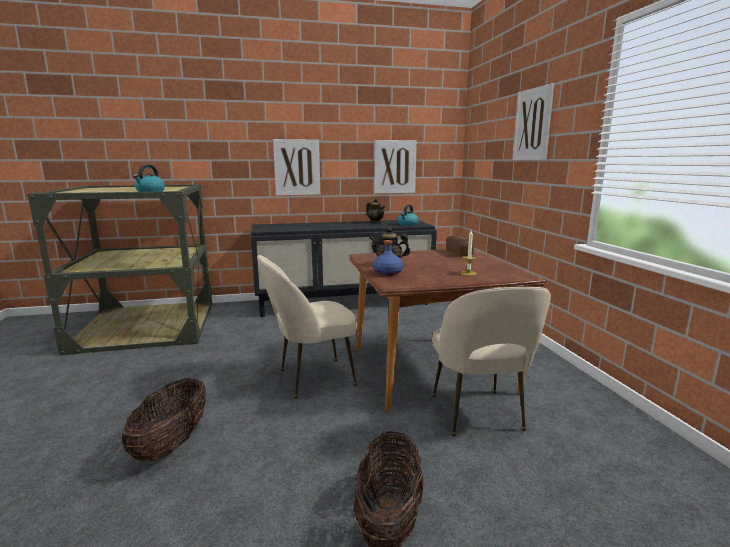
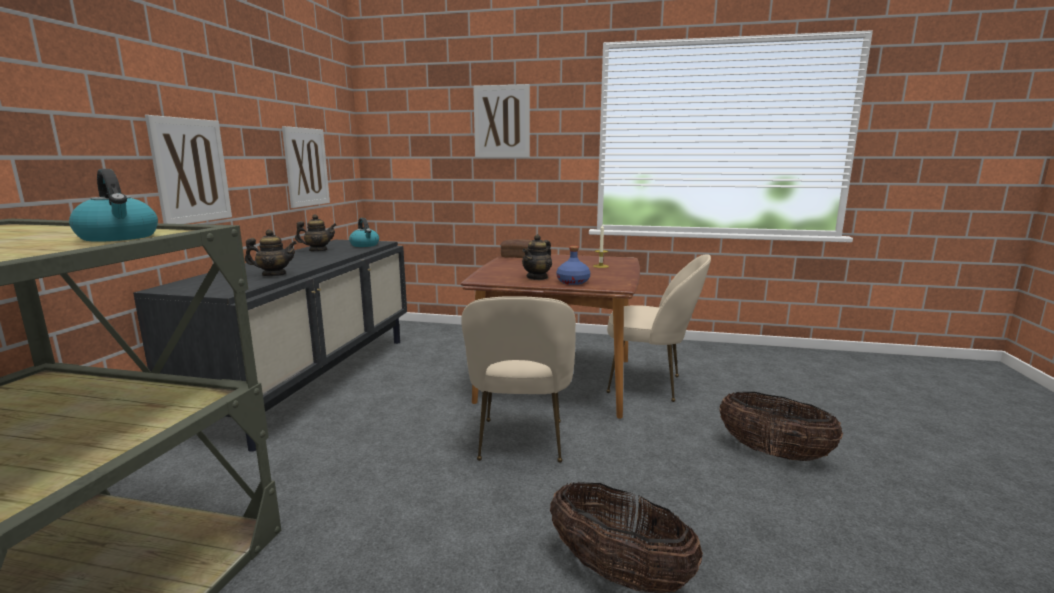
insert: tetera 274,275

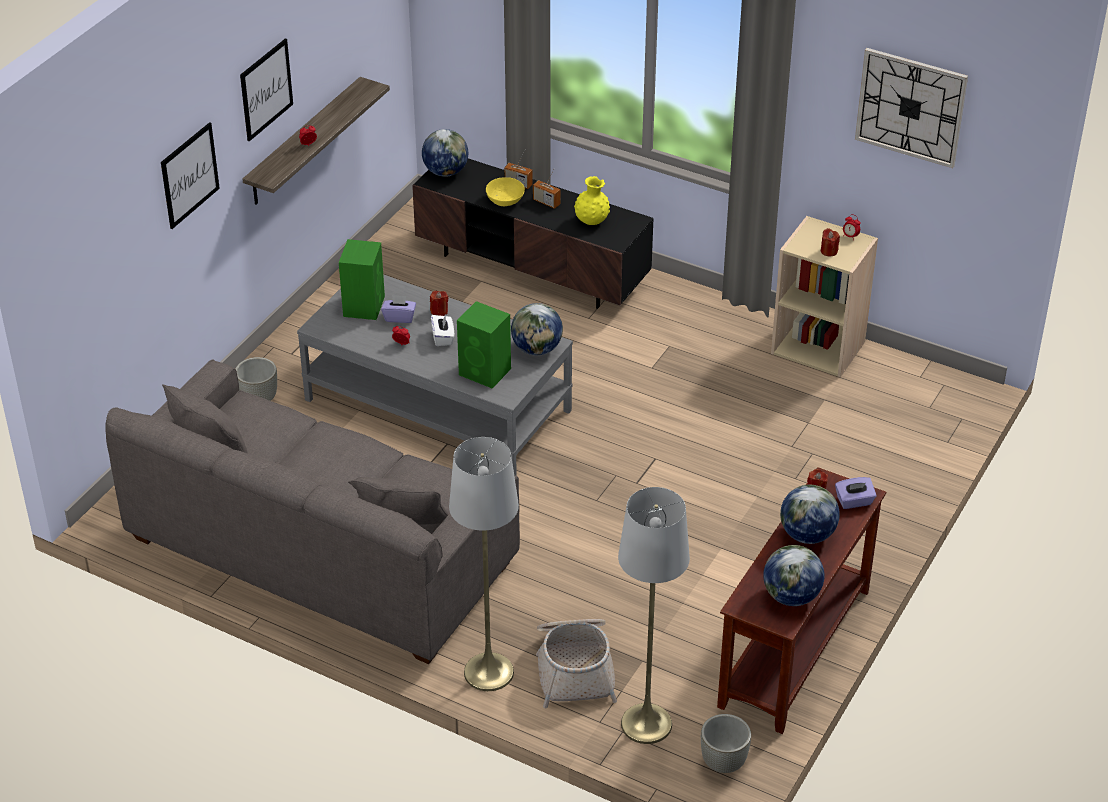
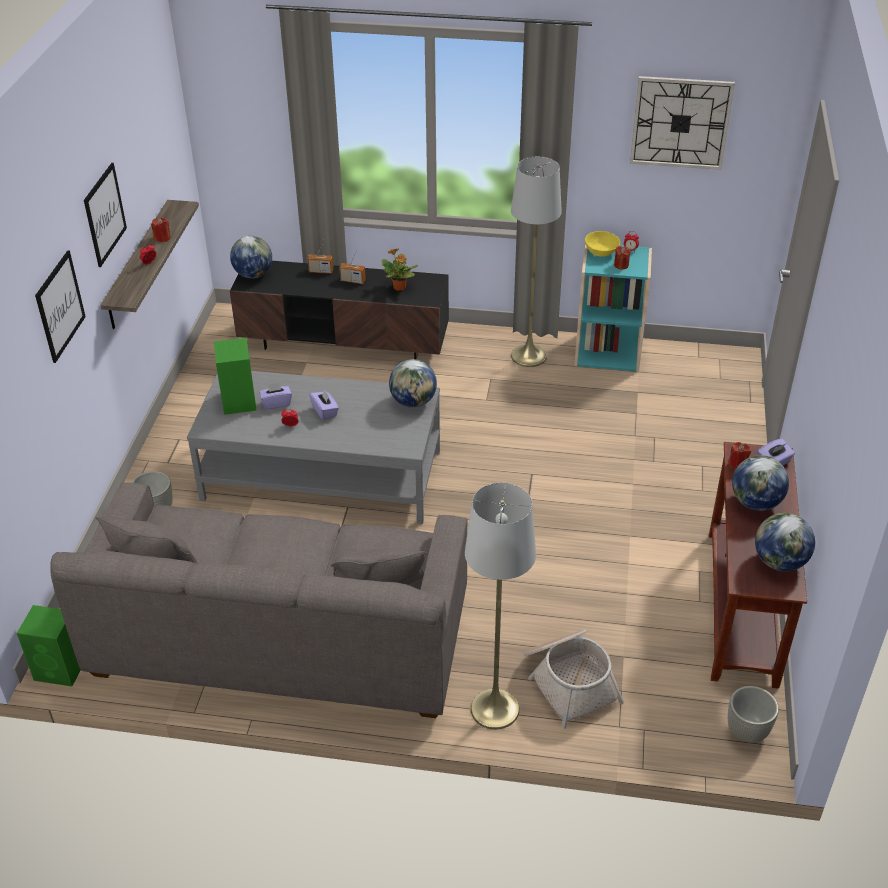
move: vela [rojo] 439,311 to 162,238; altavoz [verde] 486,372 to 61,669; cuenco [amarillo] 505,201 to 601,252; lámpara de pie [gris] 646,724 to 528,356
replace: florero [amarillo] 592,221 to planta en maceta 399,287
recolor: caja de pañuelos [blanco] 443,337 to caja de pañuelos [morado] 325,411; estantería [beis] 819,347 to estantería [turquesa] 608,352

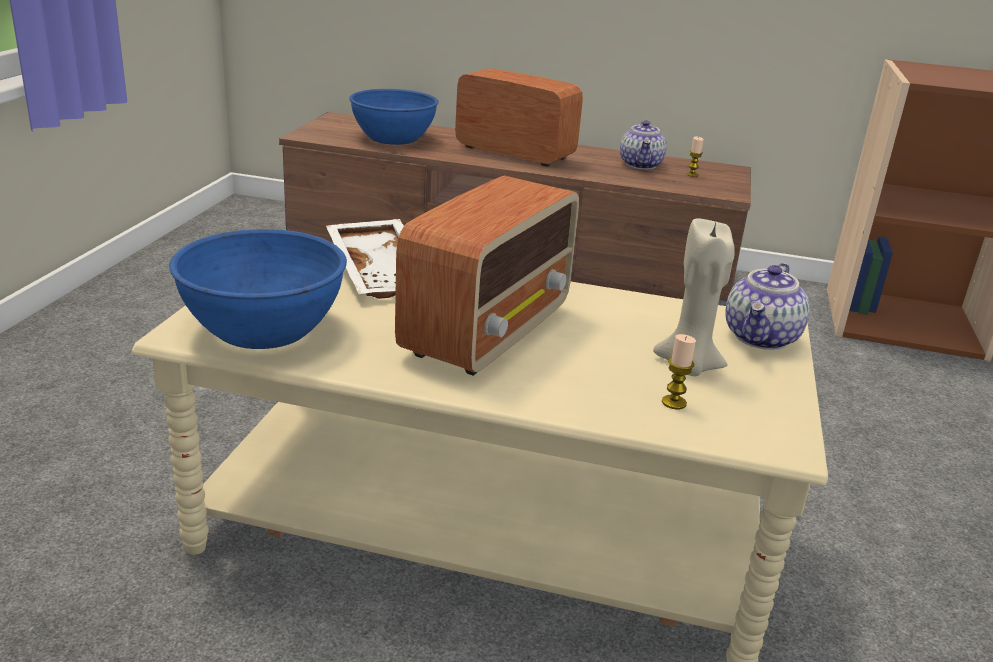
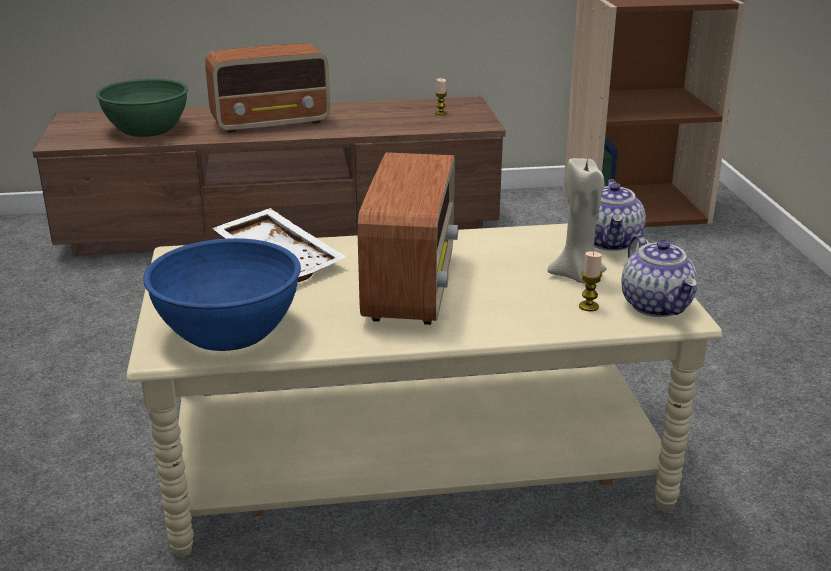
move: tetera 641,165 to 657,306
recolor: cuenco [azul] 393,138 to cuenco [verde] 147,129
rotate: radio 513,153 = 272,122 150 degrees clockwise

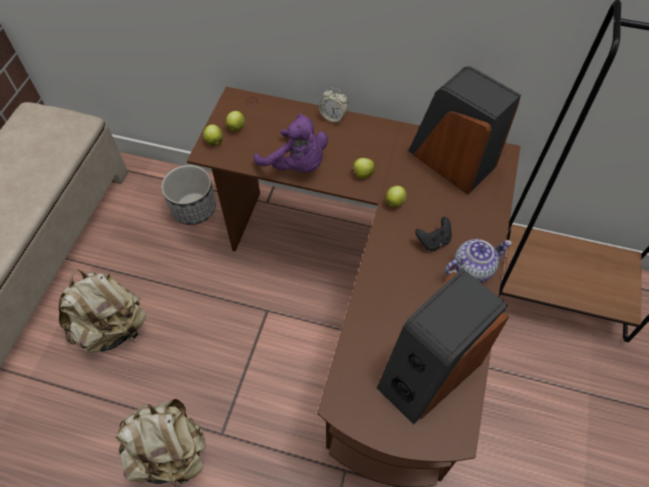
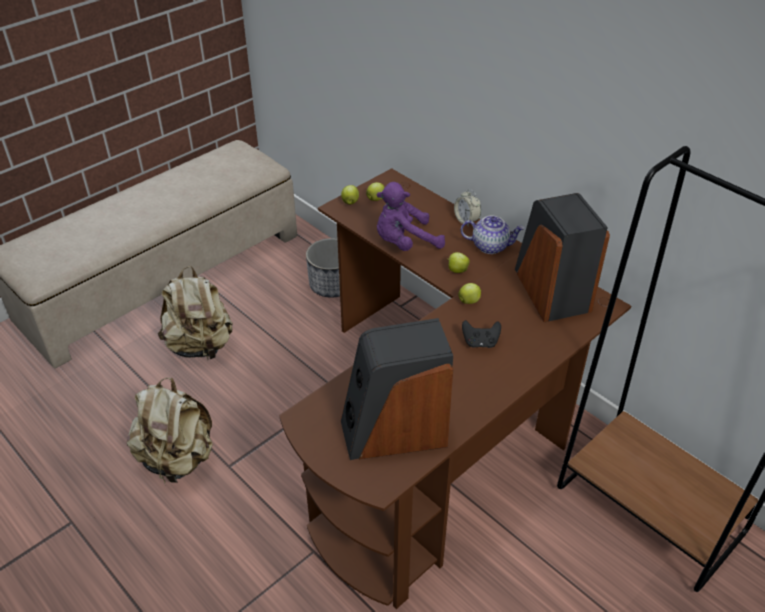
move: tetera 473,268 to 490,246
rotate: peluche [morado] 296,165 = 404,243 90 degrees clockwise

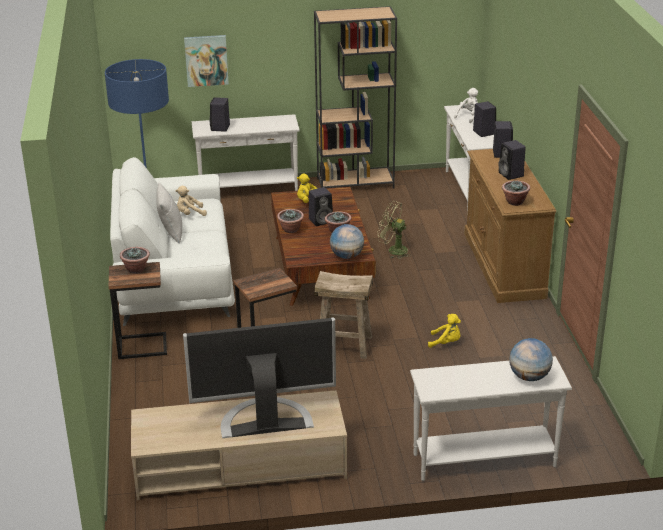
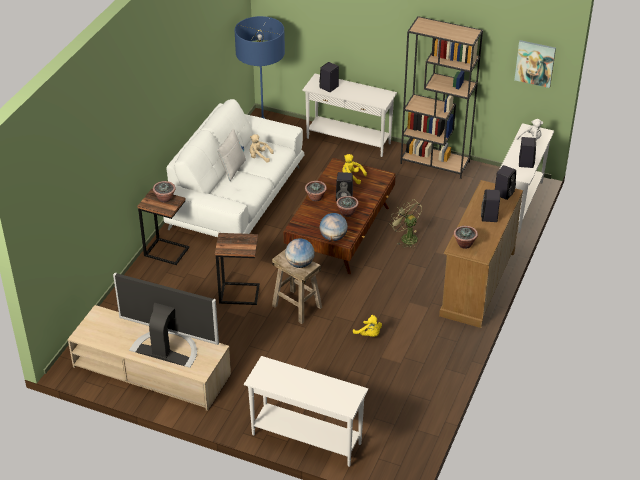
move: cuadro 206,60 to 535,63; globo terráqueo 529,377 to 300,264

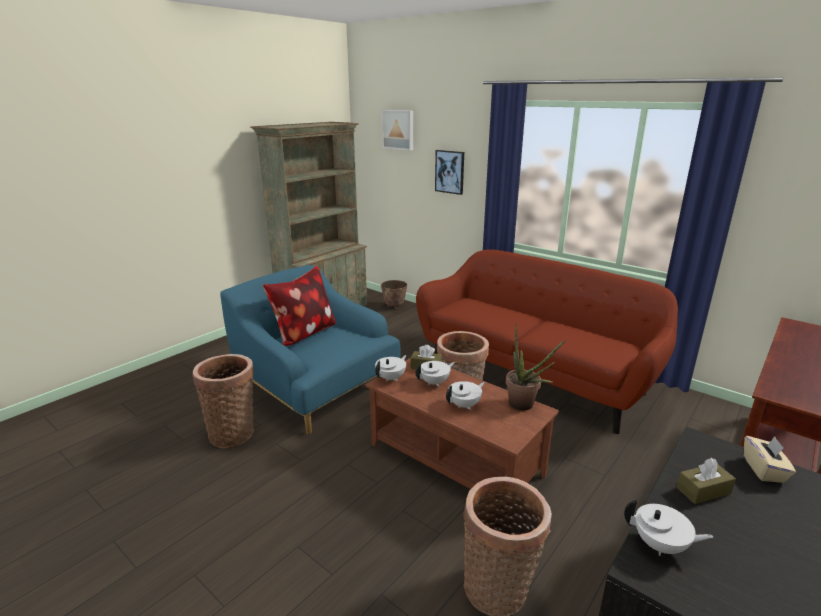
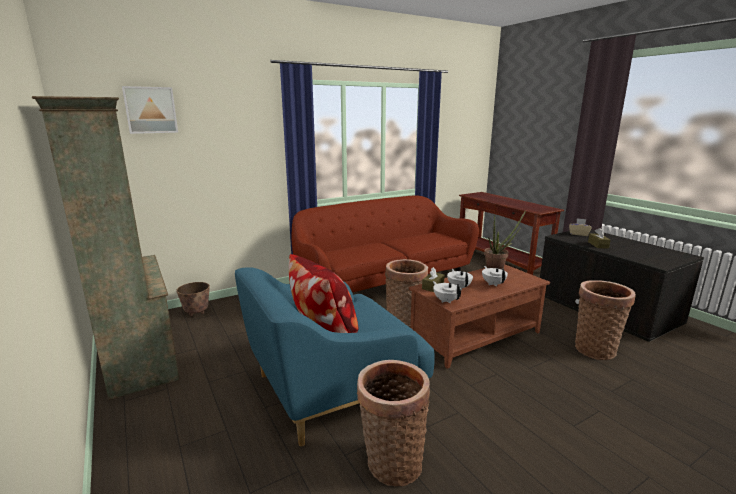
delete: cuadro 450,172; tetera [blanco] 660,545

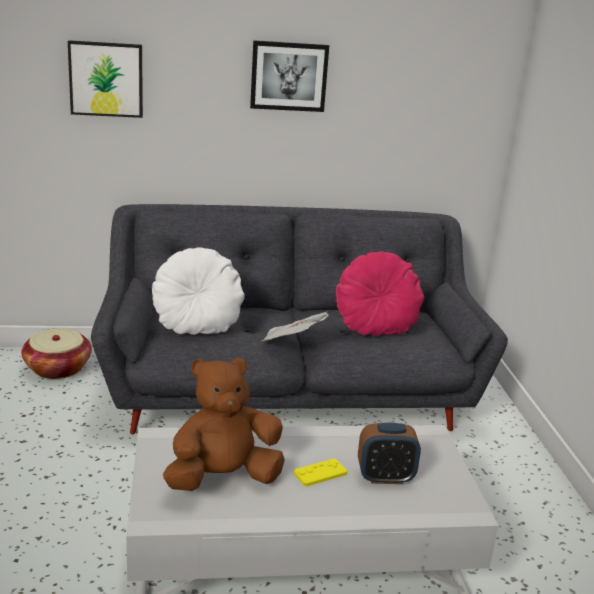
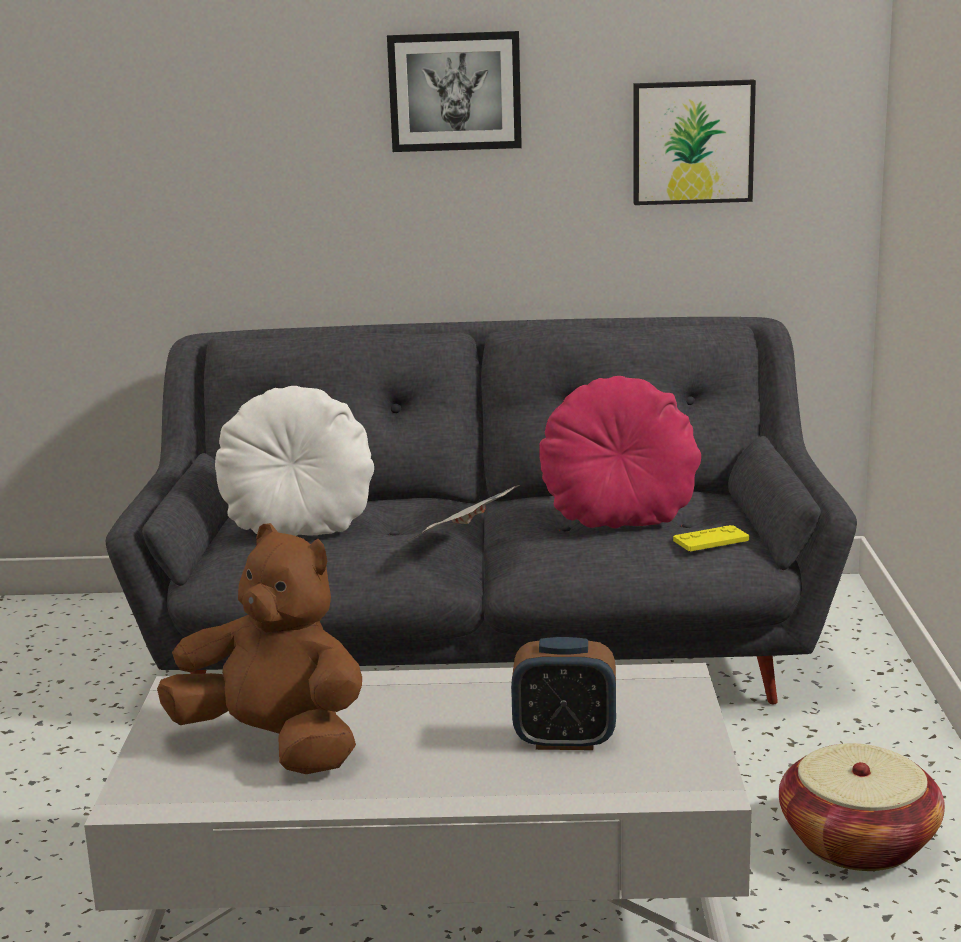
move: cesta 58,368 to 858,842; cuadro 106,79 to 692,142; mando de consola [amarillo] 320,473 to 711,540
rotate: peluche [marrón] 223,478 = 276,745 45 degrees clockwise

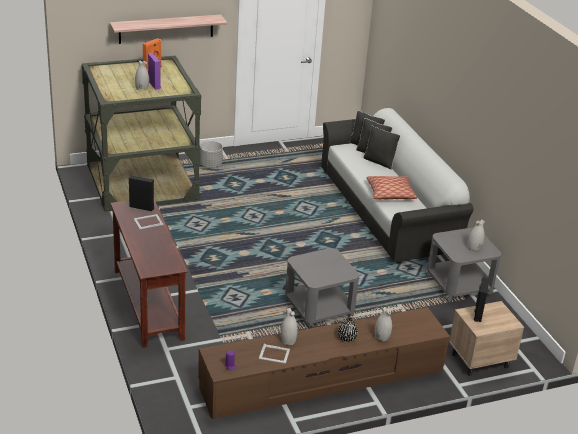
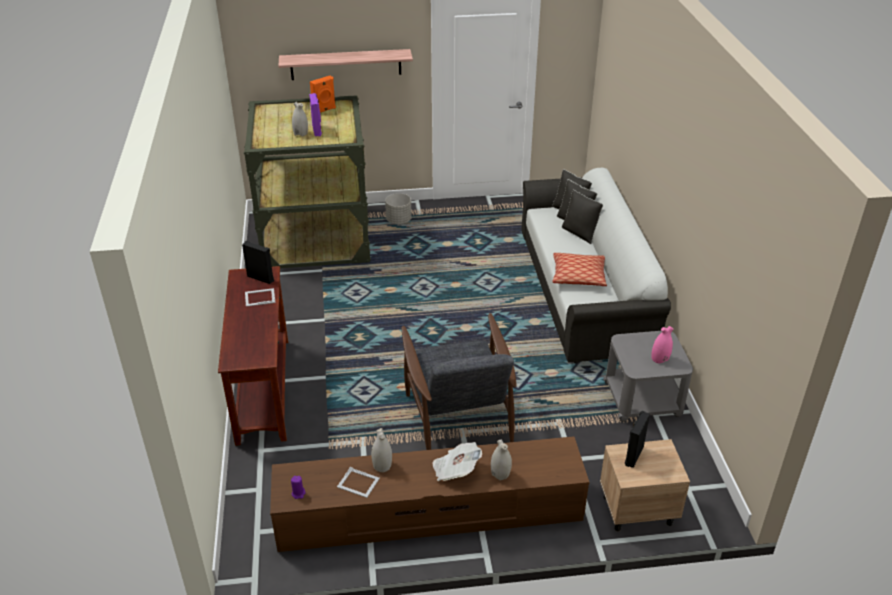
replace: mesa auxiliar [gris] 319,308 to sillón [gris] 458,414; florero [negro] 347,338 to periódico 455,470
recolor: florero [blanco] 474,247 to florero [rosa] 660,358

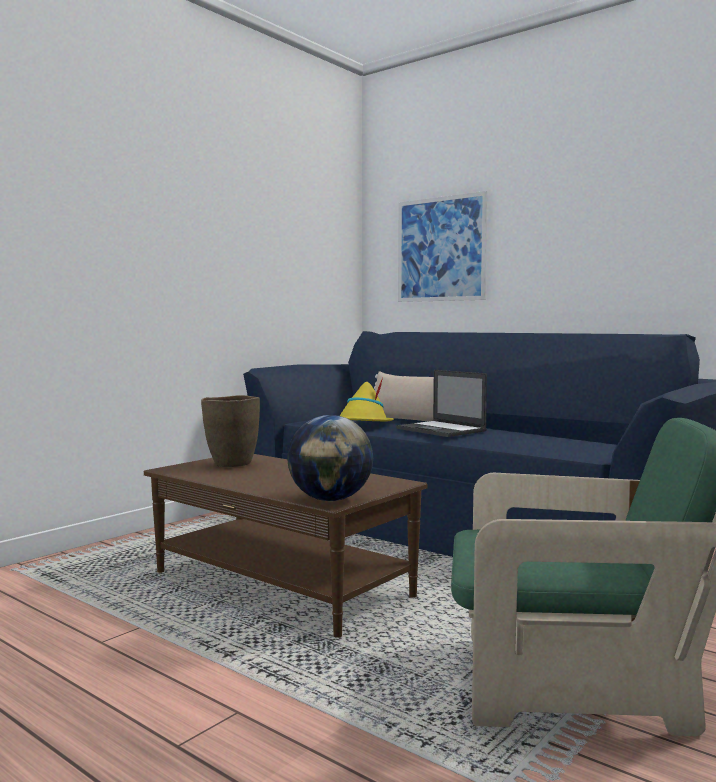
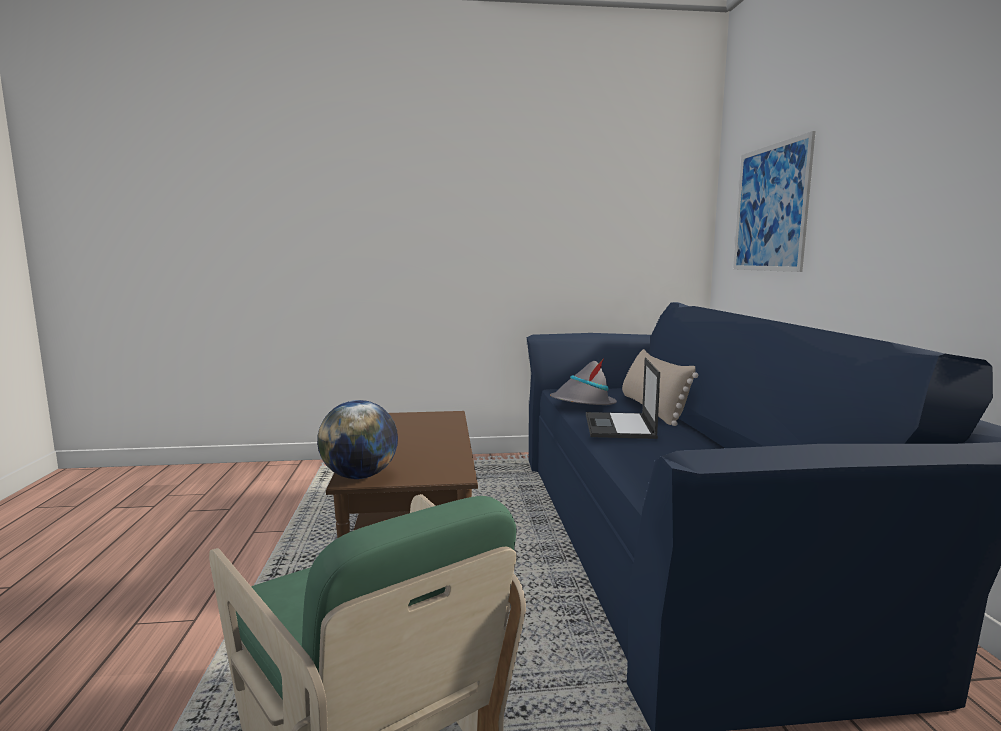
delete: florero [marrón] 231,464
recolor: sombrero [amarillo] 363,424 to sombrero [gris] 583,404

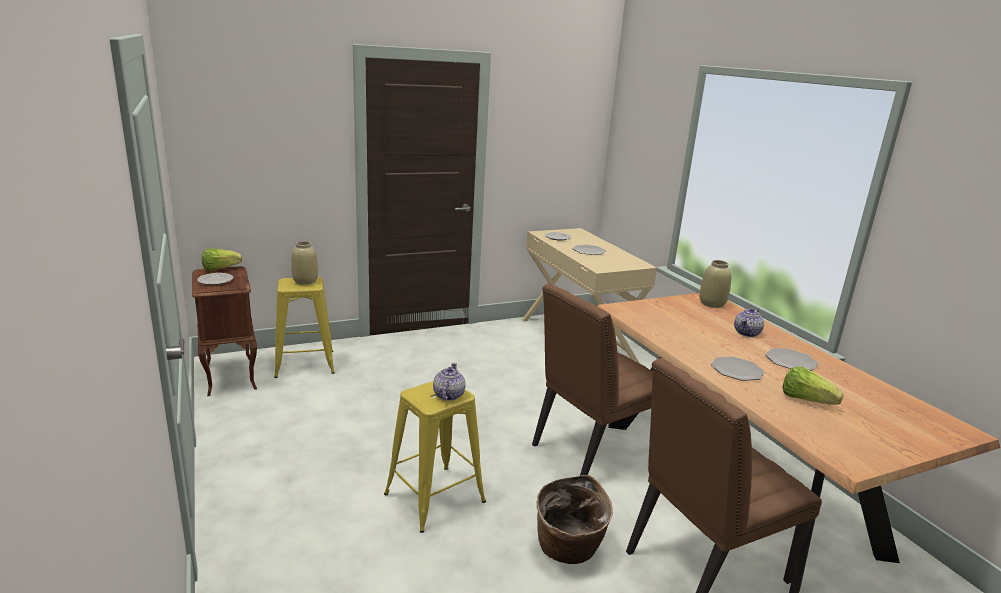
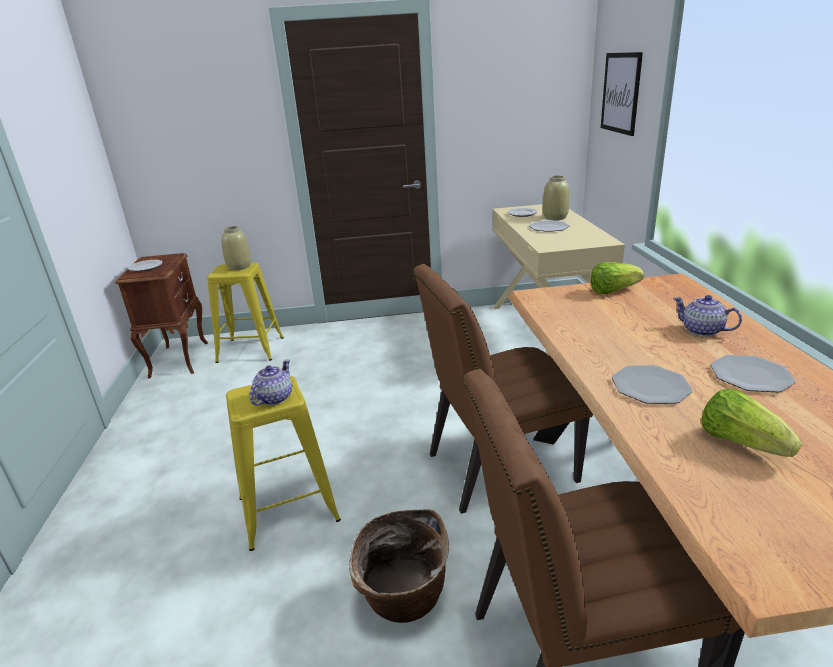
insert: cuadro 620,93
move: lechuga 220,269 to 612,291; florero [beis] 711,303 to 555,217
rotate: tetera 747,333 = 702,331 75 degrees clockwise

